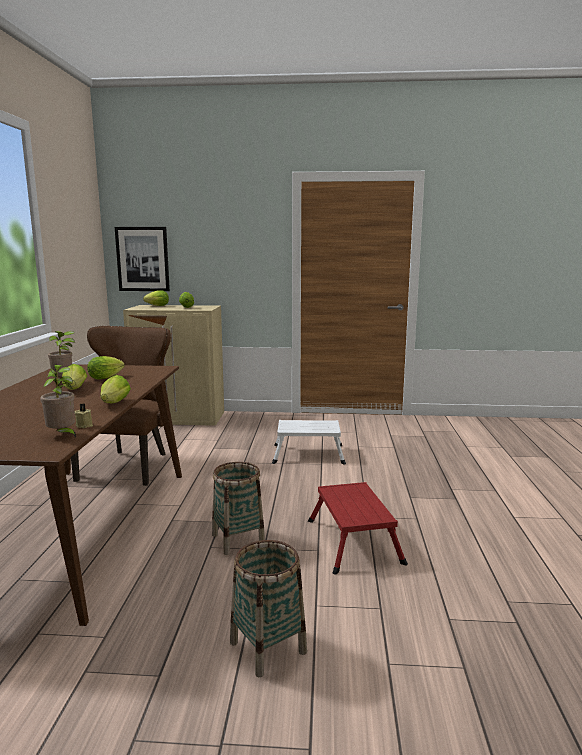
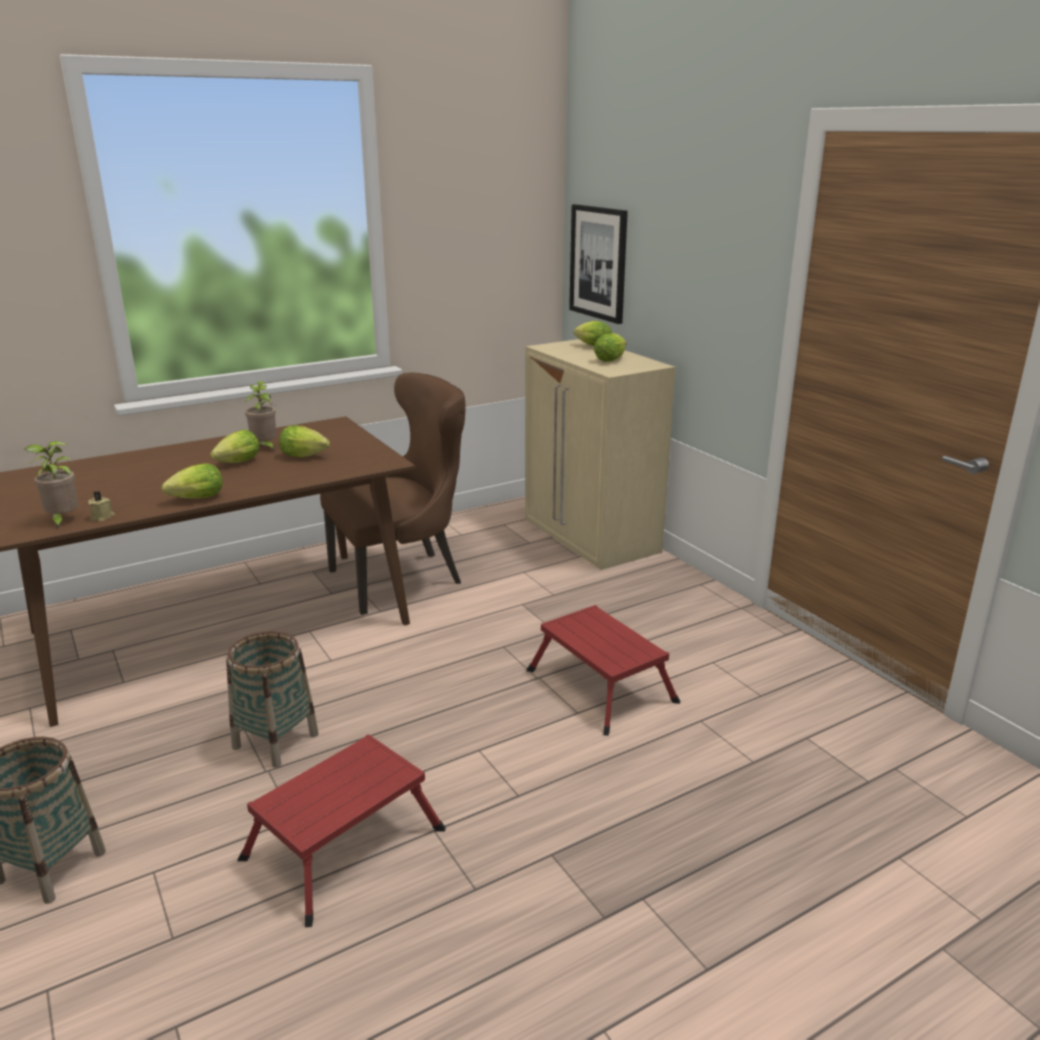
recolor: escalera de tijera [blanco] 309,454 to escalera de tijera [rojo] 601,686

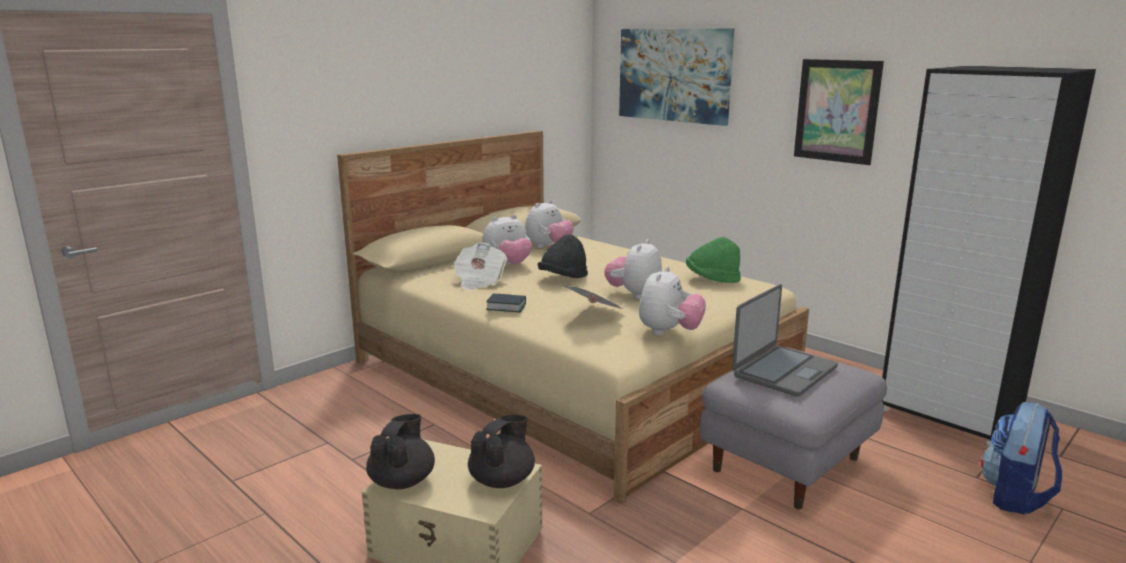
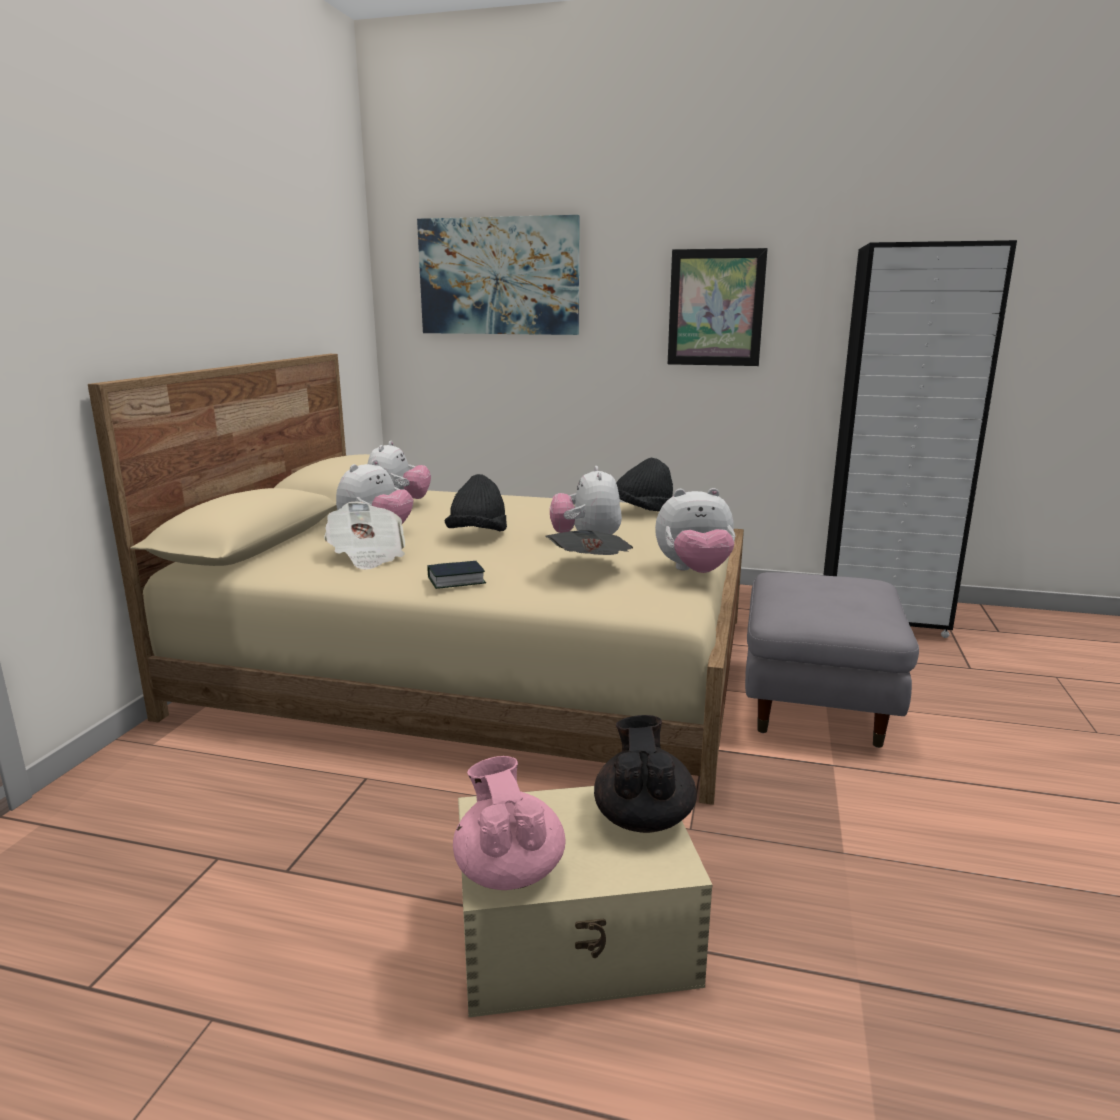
delete: portátil 783,371; mochila 1015,497
recolor: tetera [negro] 402,481 to tetera [rosa] 509,870; sombrero [verde] 712,279 to sombrero [negro] 642,511
rotate: peluche 669,332 = 694,572 90 degrees clockwise

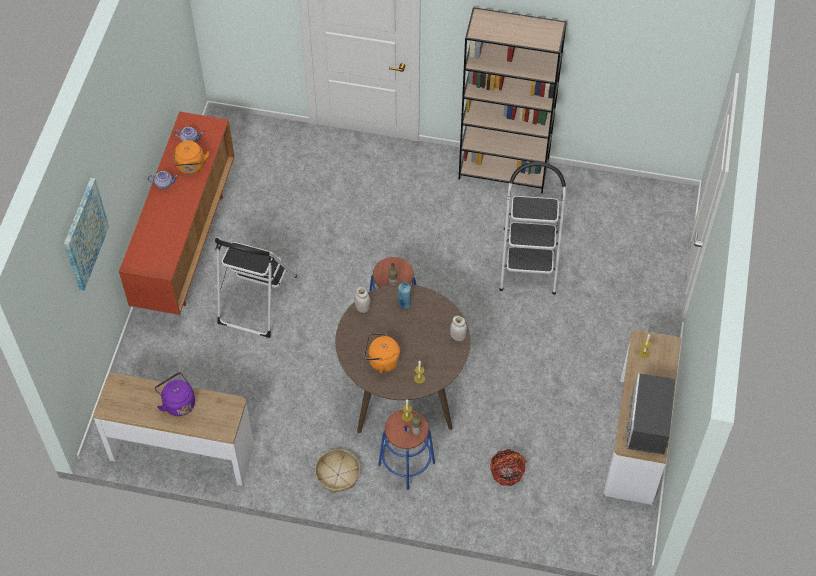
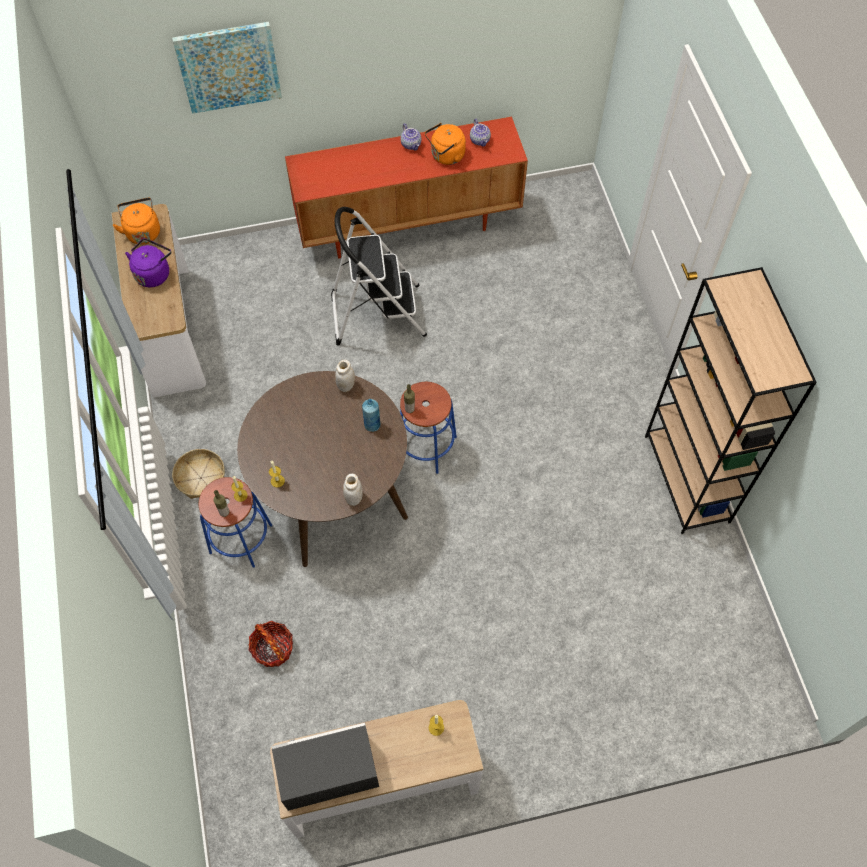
delete: escalera de tijera 529,259
move: hervidor [naranja] 381,361 to 142,231

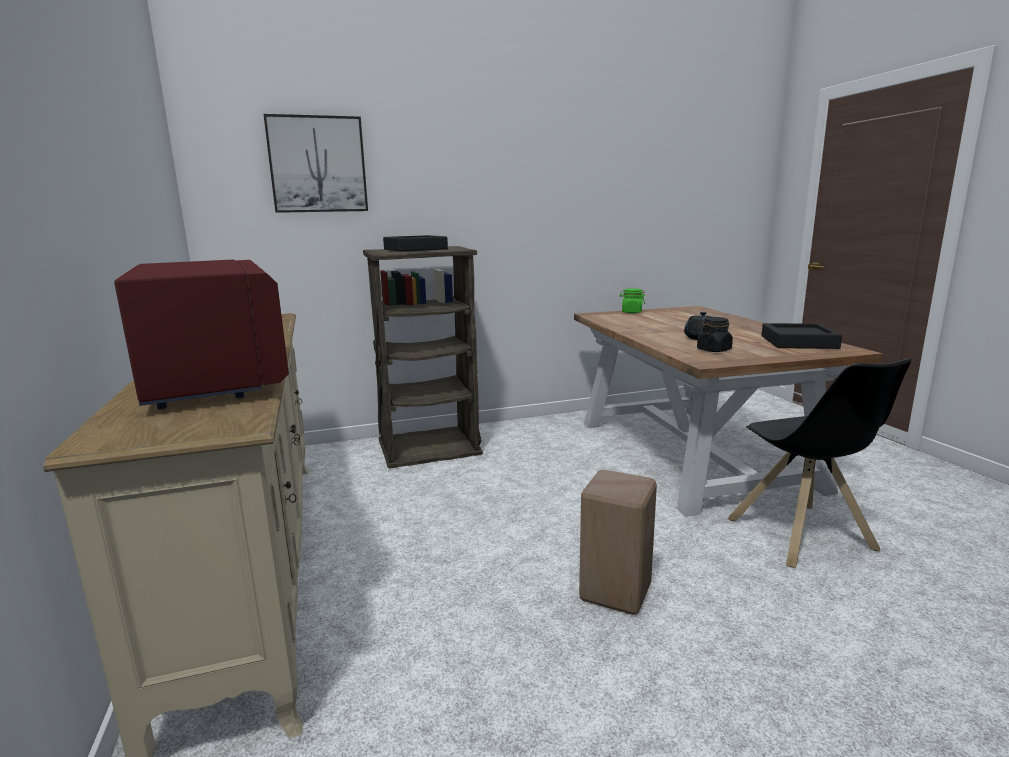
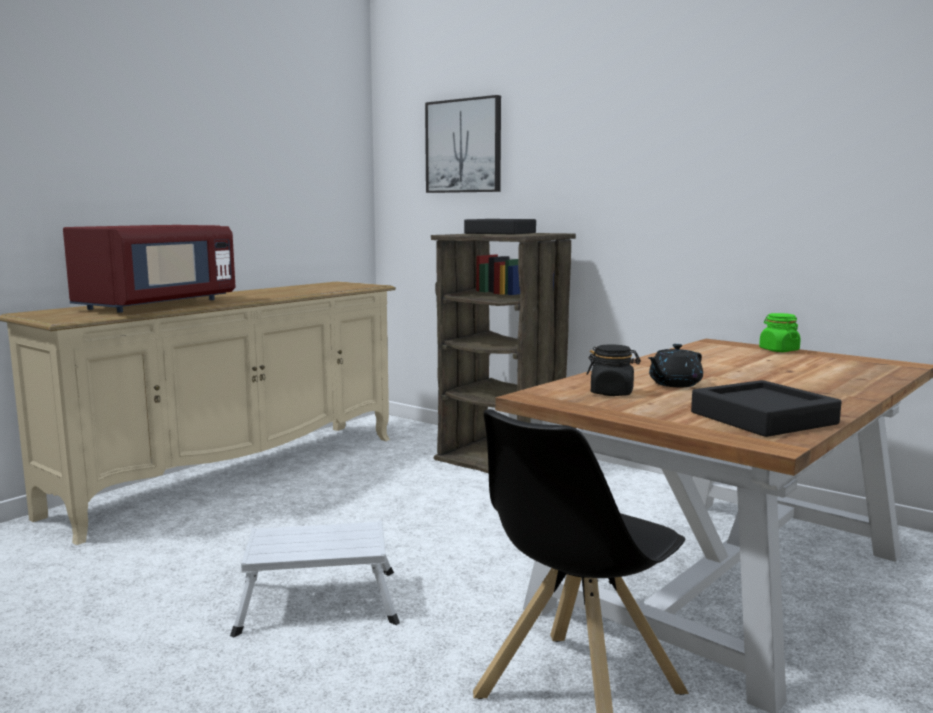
replace: taburete [beis] 614,591 to escalera de tijera [blanco] 319,601

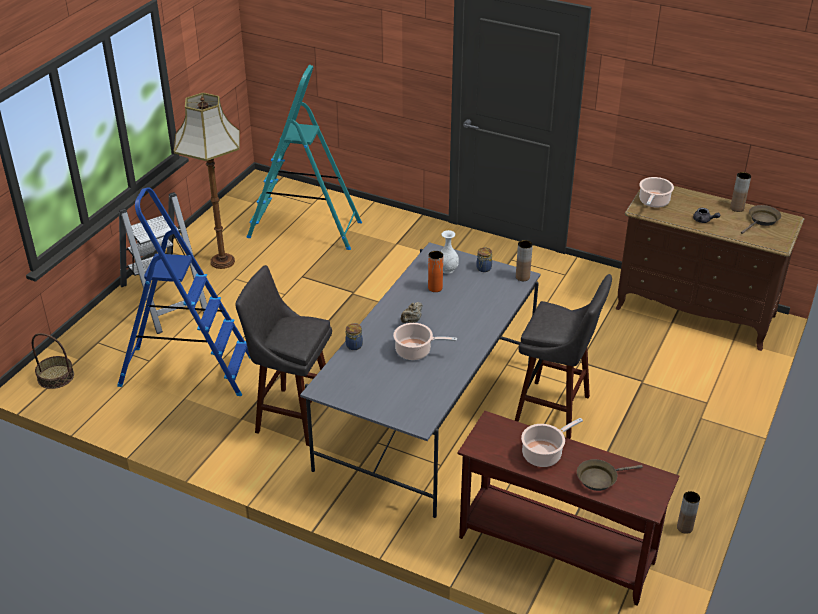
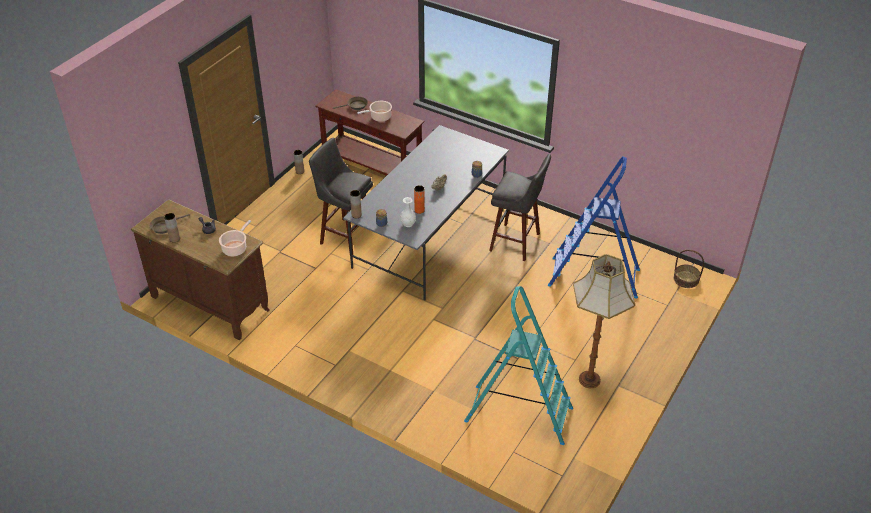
delete: escalera de tijera [gris] 164,300; olla 415,351

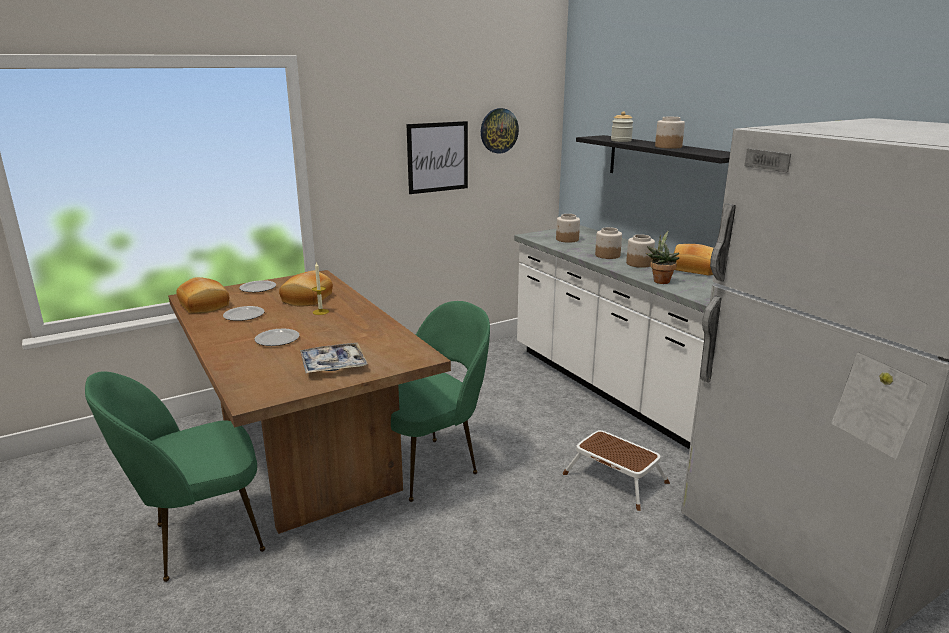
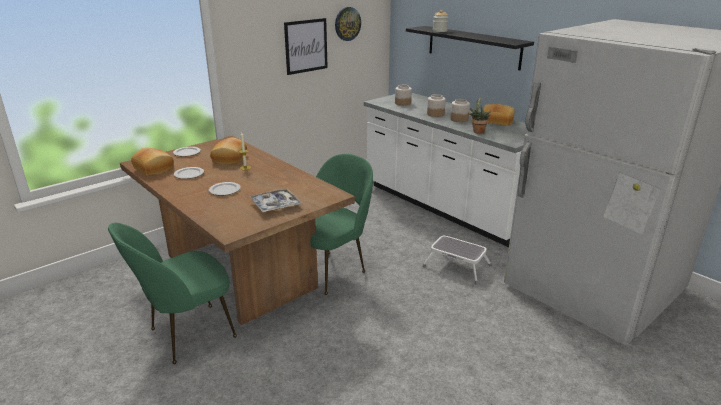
delete: tarro 668,147
recolor: escalera de tijera [marrón] 615,478 to escalera de tijera [gris] 456,266

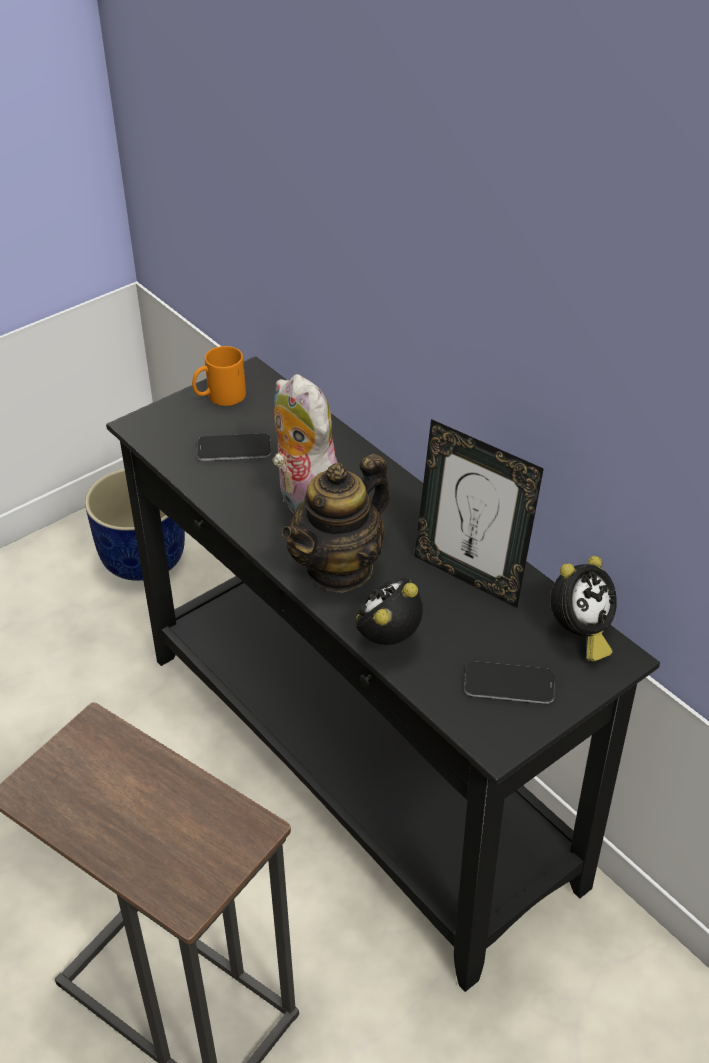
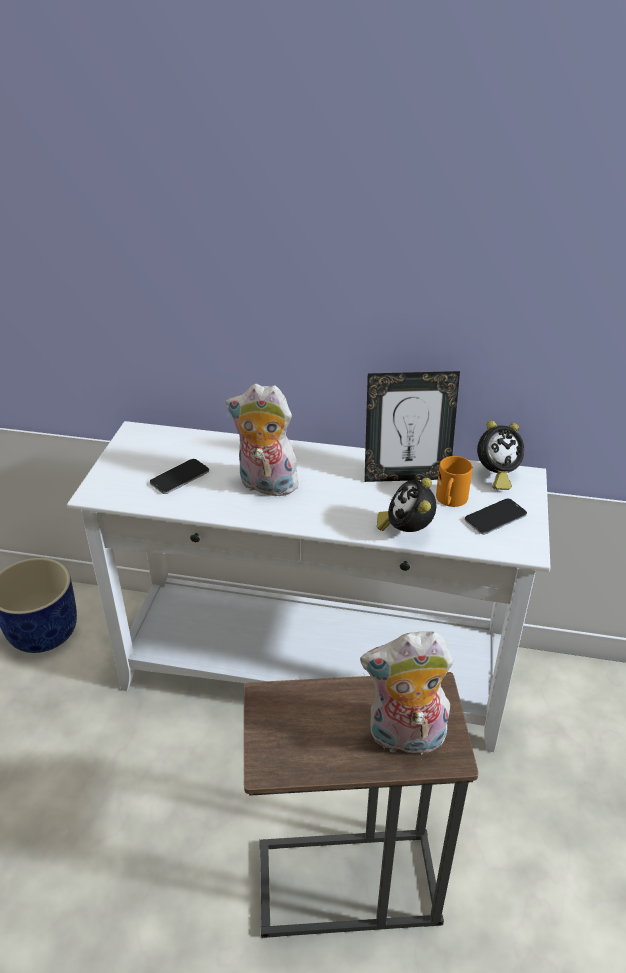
delete: tetera 340,568
insert: peluche 405,738
move: taza grande [naranja] 219,397 to 450,501
recolor: mesa consola [negro] 359,766 to mesa consola [blanco] 315,671
rotate: despertador 579,634 = 495,475 60 degrees clockwise

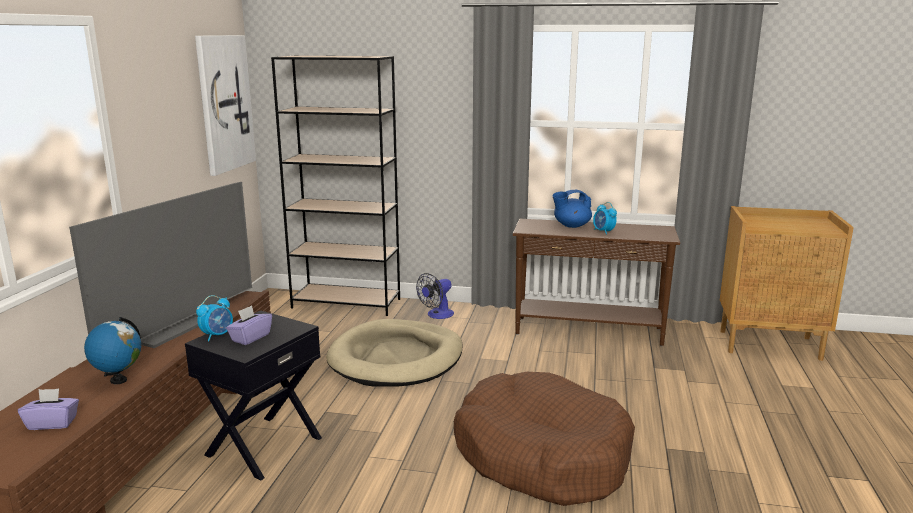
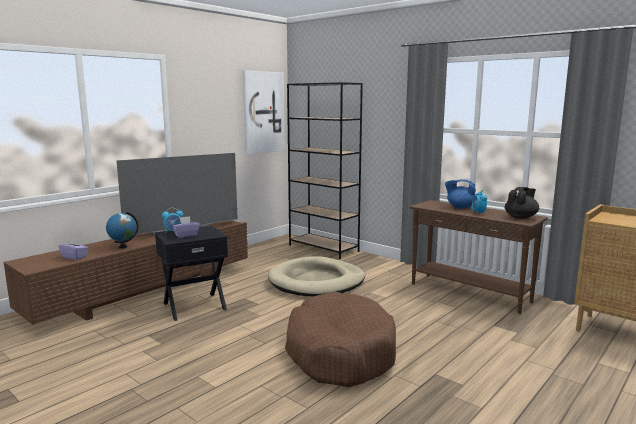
delete: ventilador 437,315
insert: tetera [negro] 521,217

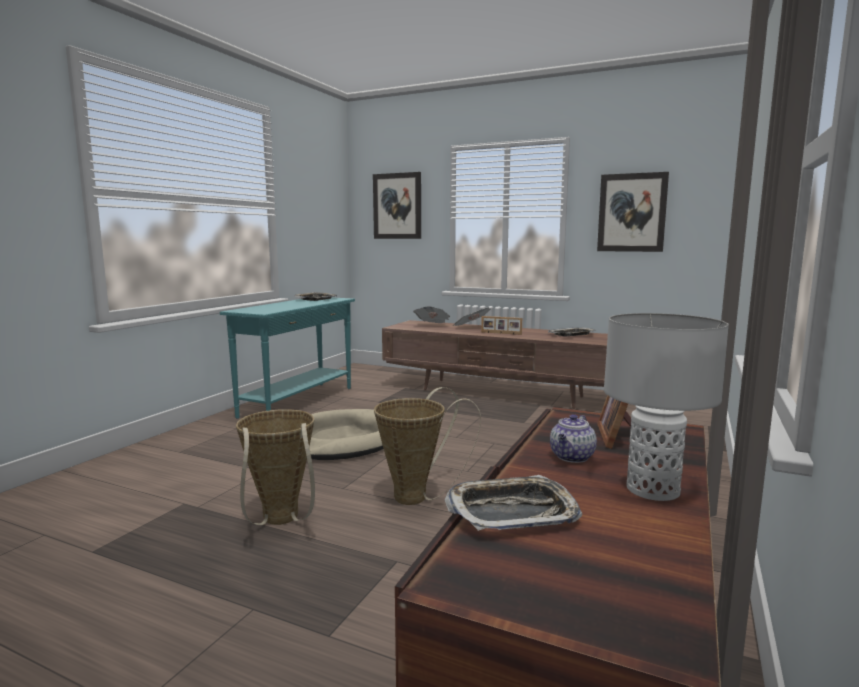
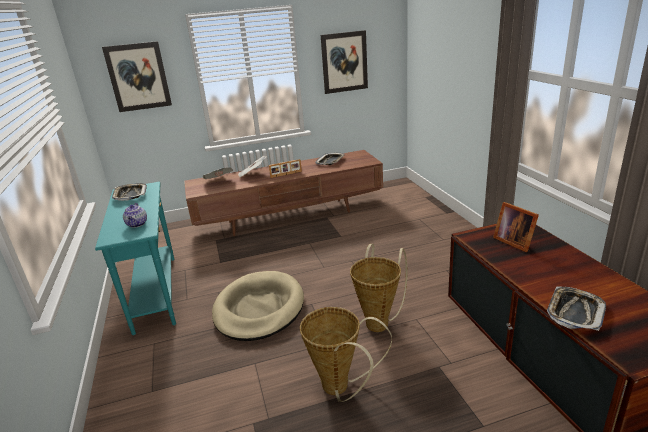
delete: lámpara de mesa [blanco] 653,489
move: tetera 572,457 to 137,224

